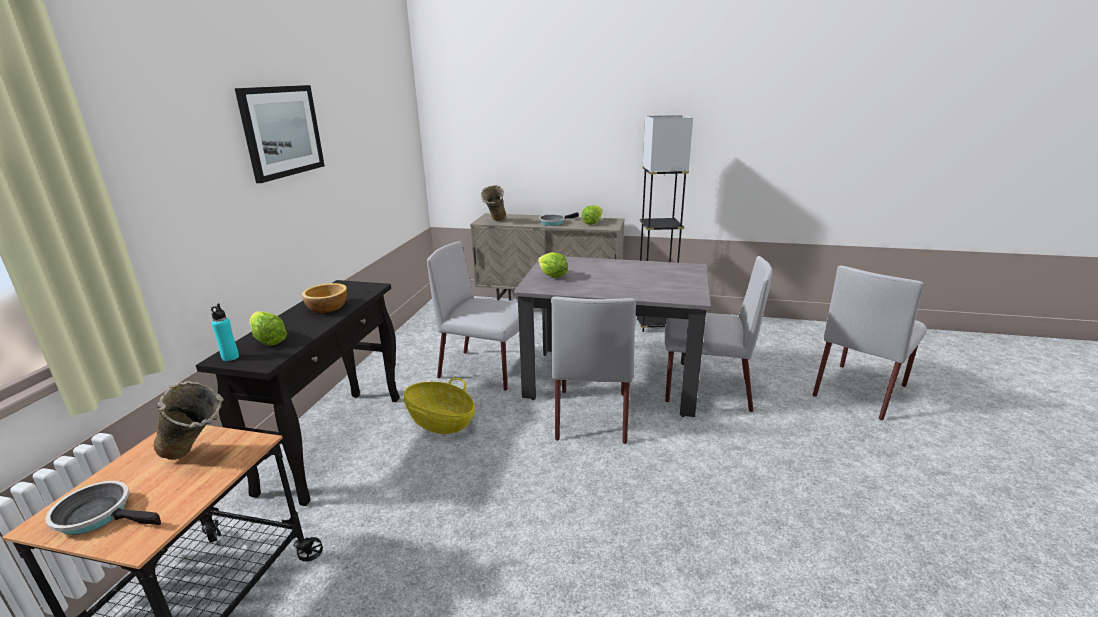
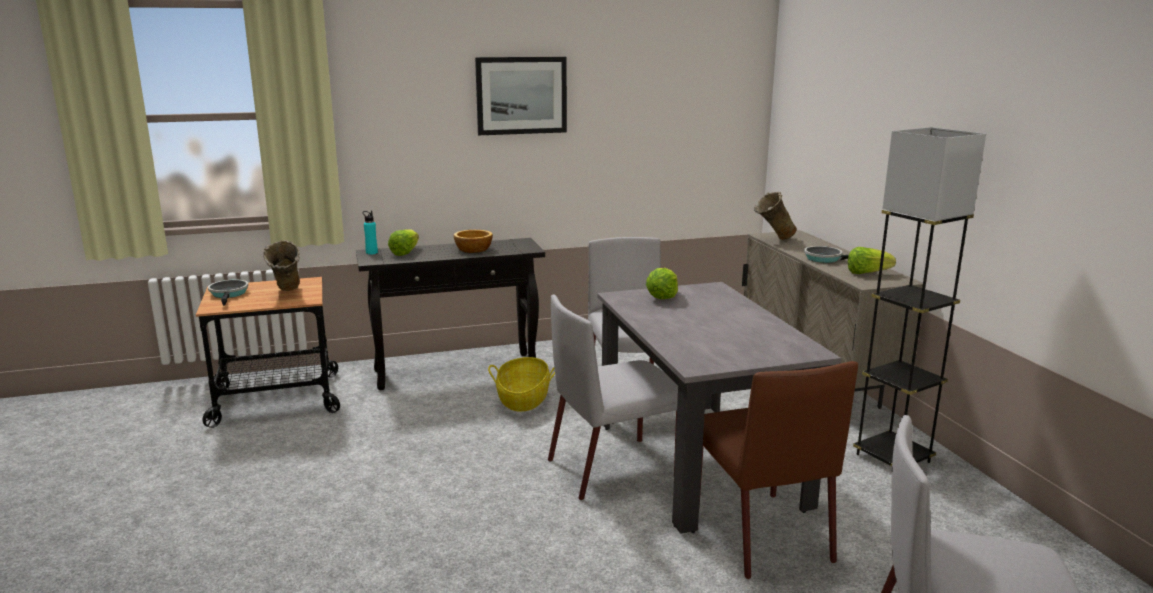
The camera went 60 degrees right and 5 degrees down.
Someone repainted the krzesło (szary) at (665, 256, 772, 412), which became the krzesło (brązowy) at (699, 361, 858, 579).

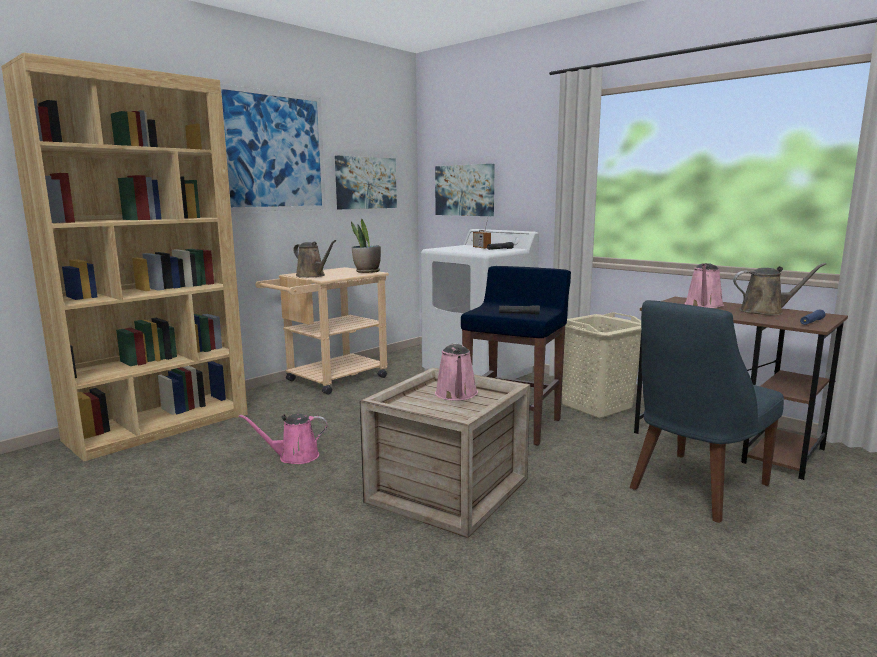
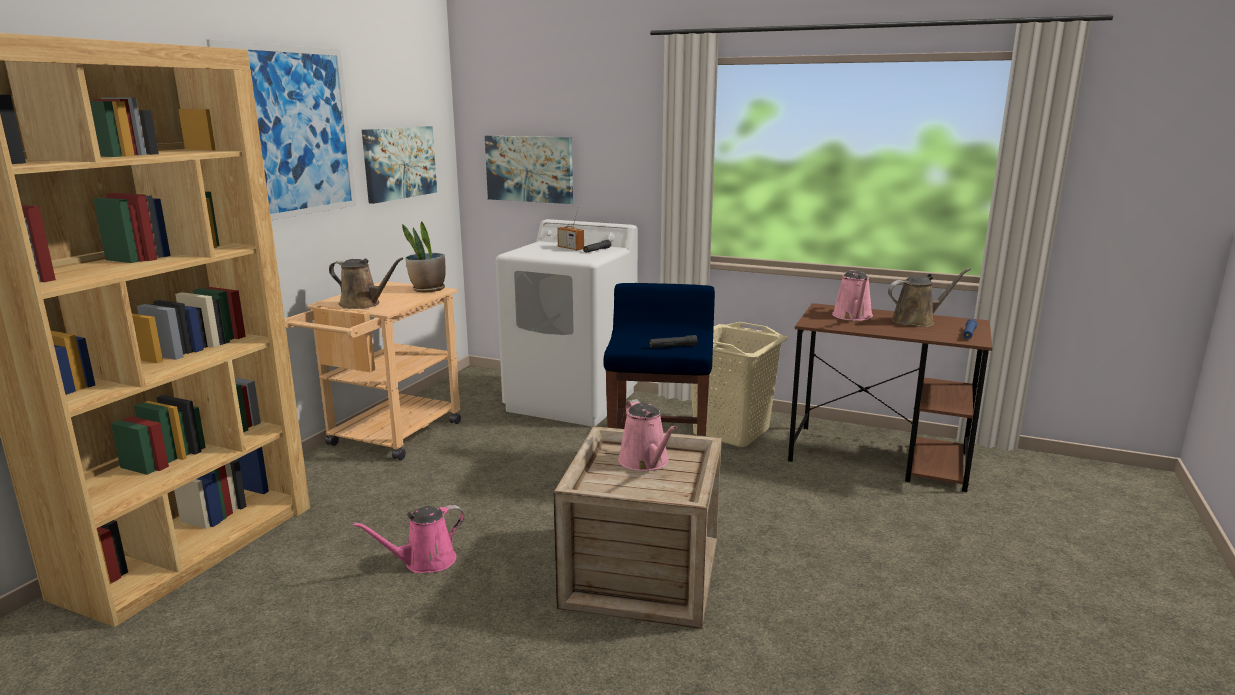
The camera went 20 degrees left and 5 degrees up.
Someone took away the krzesło (niebieski) at (630, 300, 784, 523).

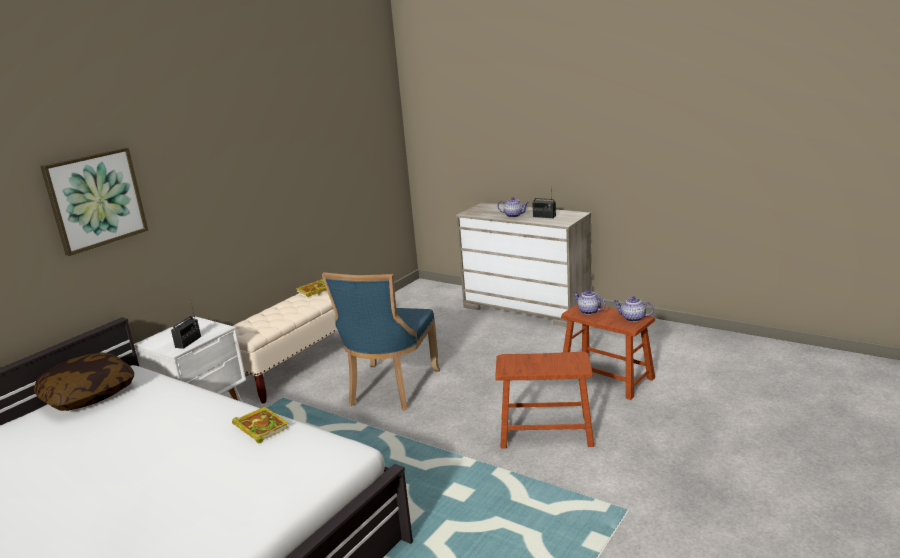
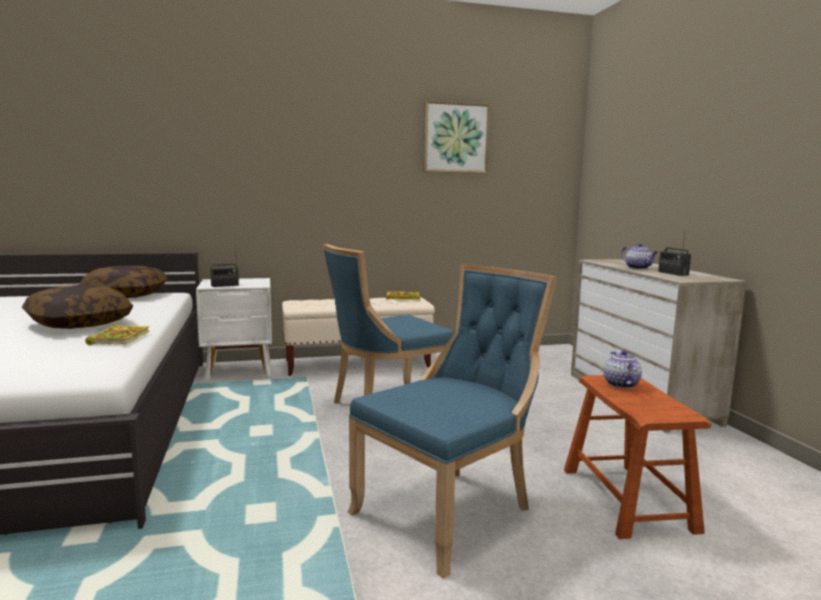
The camera went 40 degrees right and 10 degrees down.
Someone carried the obraz from (40, 147, 148, 256) to (423, 100, 491, 173).
Someone swapped the stołek (brązowy) at (495, 352, 594, 448) for the krzesło (niebieski) at (348, 264, 557, 579).
Someone took away the imbryk at (614, 297, 654, 322).
Someone put down the poduszka at (22, 284, 133, 329).

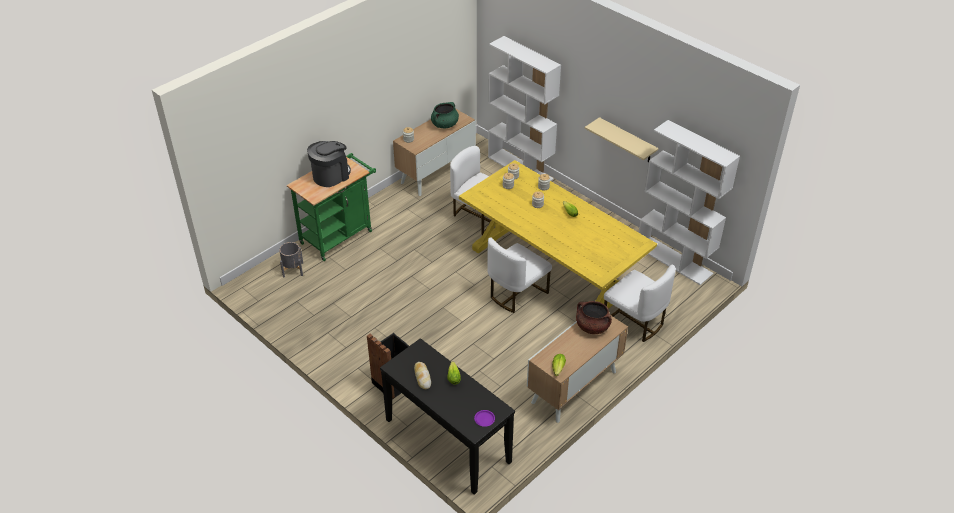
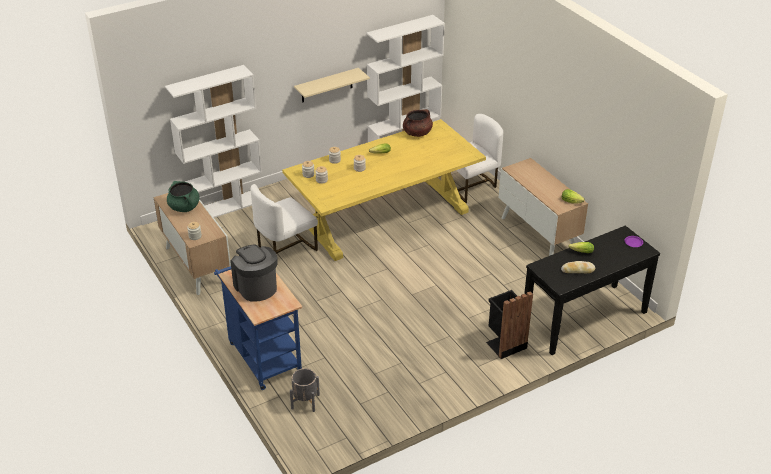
The camera went 75 degrees left and 5 degrees down.
Someone repainted the wózek (zielony) at (287, 153, 376, 261), which became the wózek (niebieski) at (214, 266, 302, 390).
Someone took away the krzesło (biały) at (487, 237, 552, 313).
Someone carried the garnek (brązowy) from (576, 301, 612, 334) to (403, 109, 433, 137).

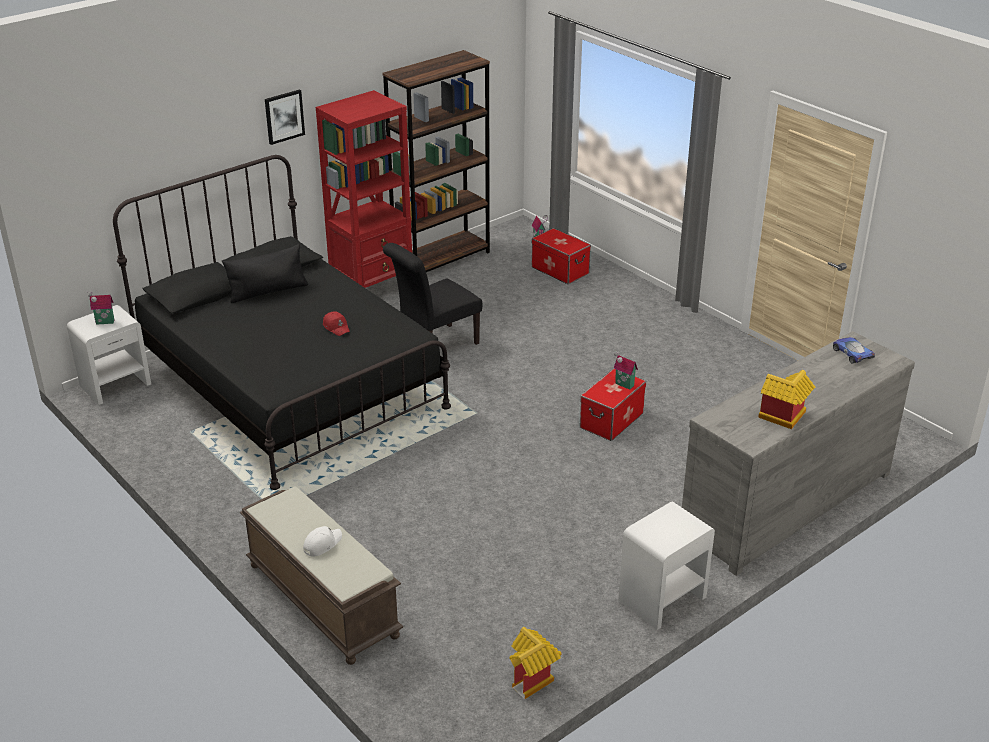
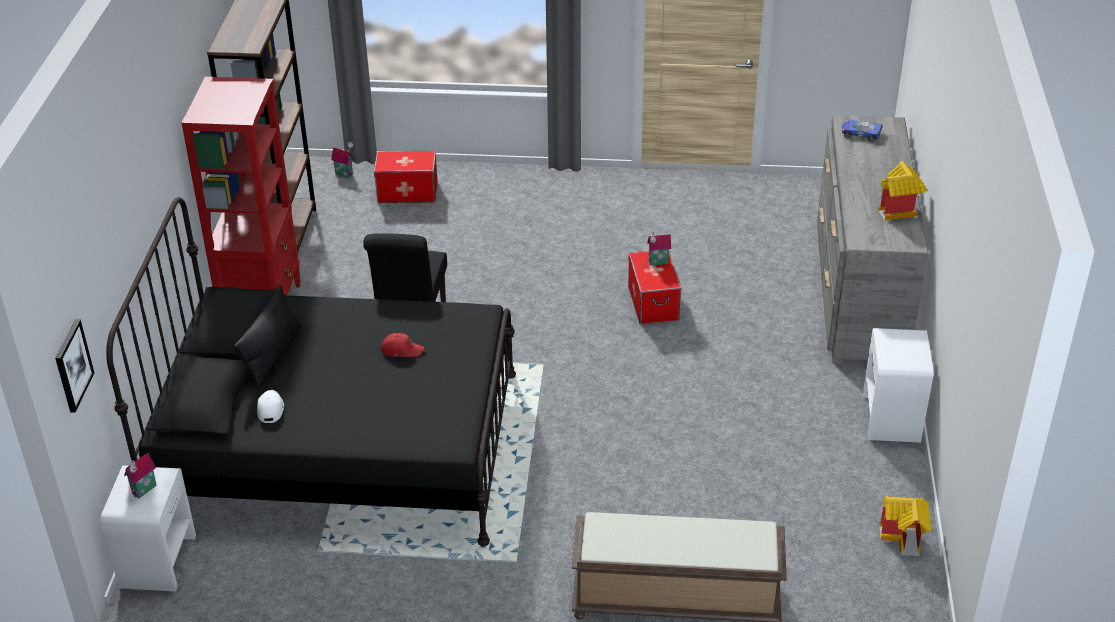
The camera went 45 degrees left and 5 degrees up.
Someone carried the obraz from (265, 90, 305, 145) to (55, 319, 94, 413).
Someone carried the czapka z daszkiem (biały) from (303, 526, 342, 556) to (257, 390, 284, 423).

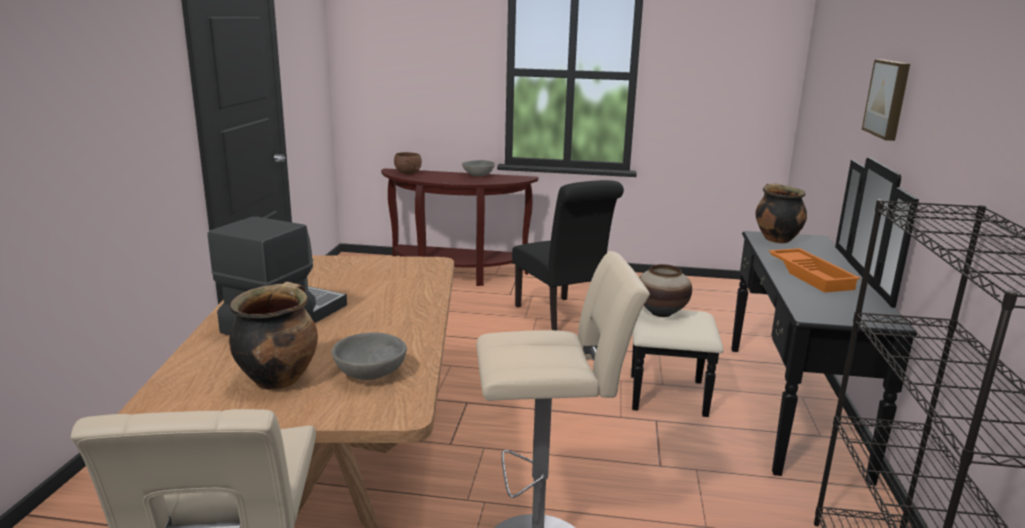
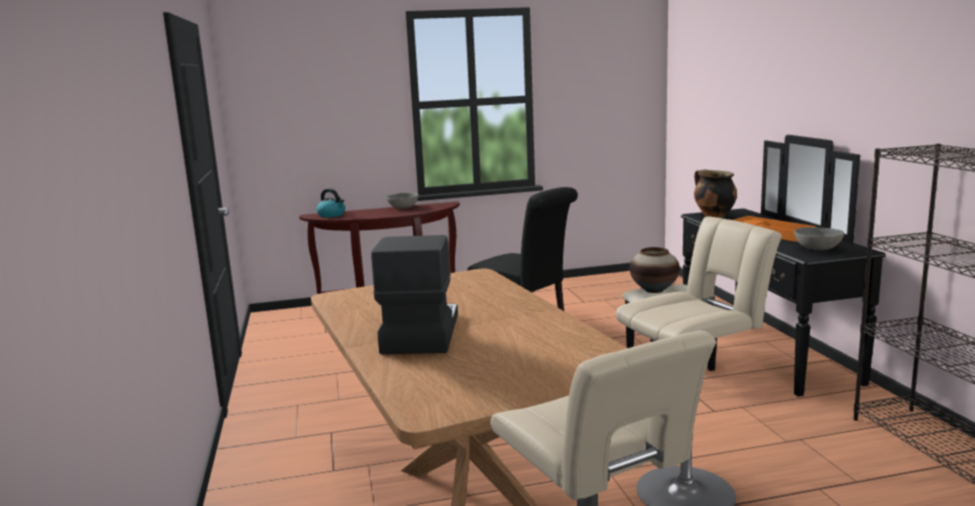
The camera went 20 degrees left and 5 degrees down.
Someone took away the garnek at (229, 282, 318, 390).
Someone carried the miska (szary) from (332, 332, 407, 380) to (794, 227, 844, 250).
Someone swapped the miska (brązowy) at (394, 152, 422, 174) for the czajnik at (316, 188, 345, 217).
Someone took away the obraz at (862, 59, 910, 141).

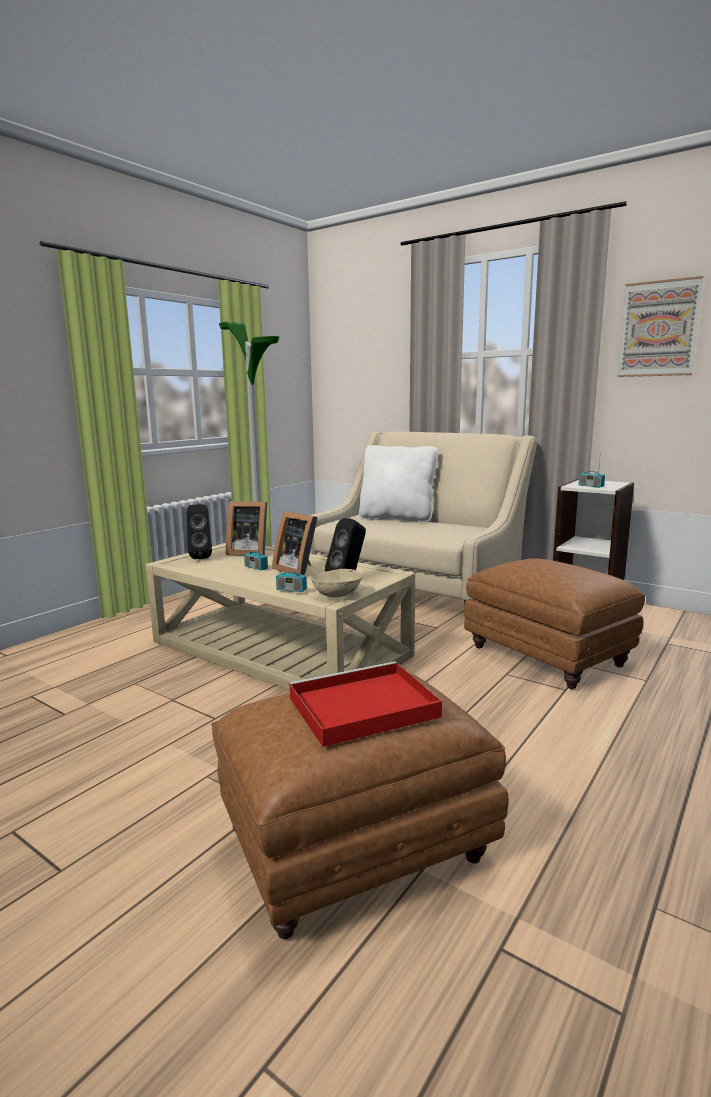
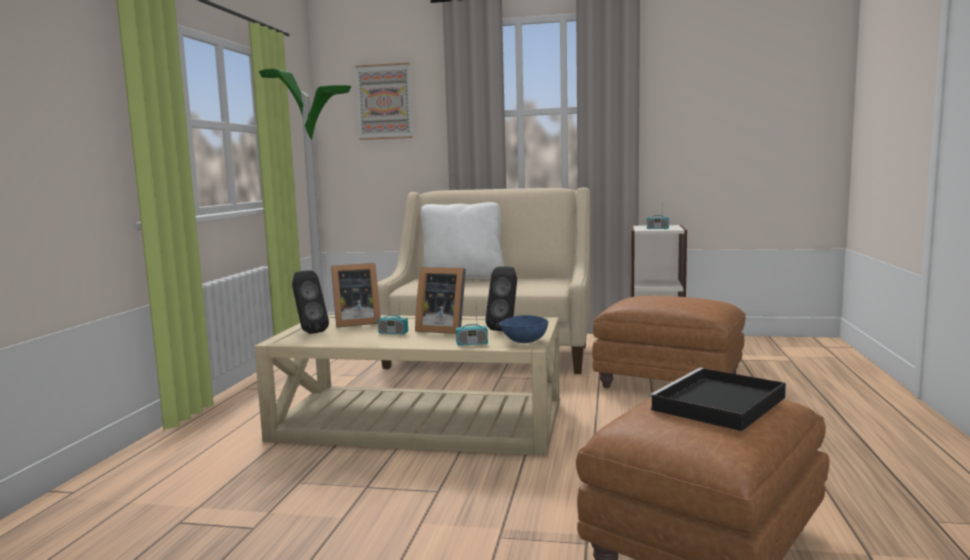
The camera went 25 degrees left and 5 degrees down.
Someone repainted the taca (czerwony) at (289, 661, 442, 747), which became the taca (czarny) at (648, 368, 786, 431).
Someone repainted the miska (beżowy) at (311, 569, 362, 597), which became the miska (niebieski) at (499, 315, 549, 343).
Someone carried the obraz from (617, 276, 703, 377) to (355, 63, 413, 140).

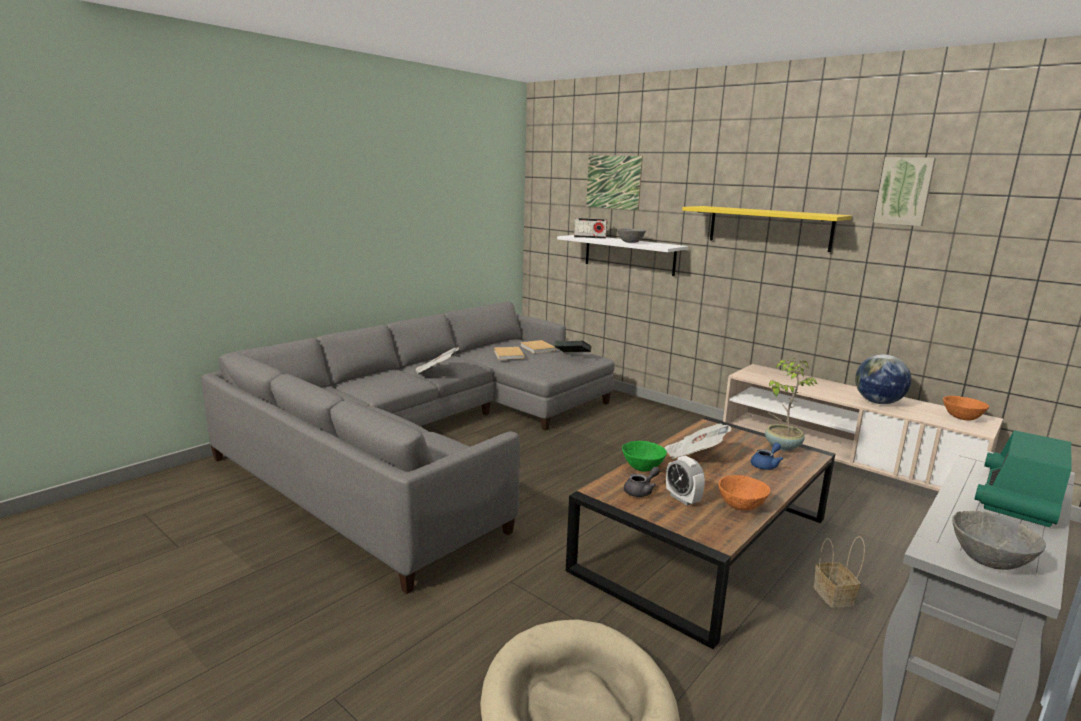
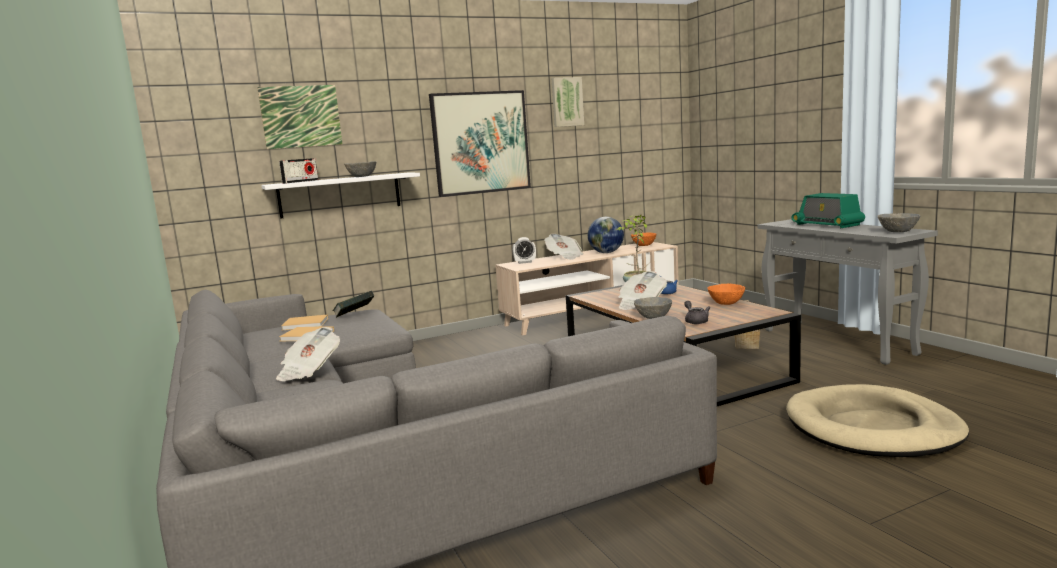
The camera went 65 degrees left and 5 degrees down.
Someone repainted the miska (zielony) at (622, 441, 667, 472), which became the miska (szary) at (634, 297, 672, 319).
Someone carried the budzik from (666, 456, 705, 506) to (513, 237, 536, 264).
Someone swapped the półka (żółty) at (682, 206, 852, 252) for the obraz at (429, 90, 531, 197).
Someone put down the gazeta at (544, 234, 584, 260).

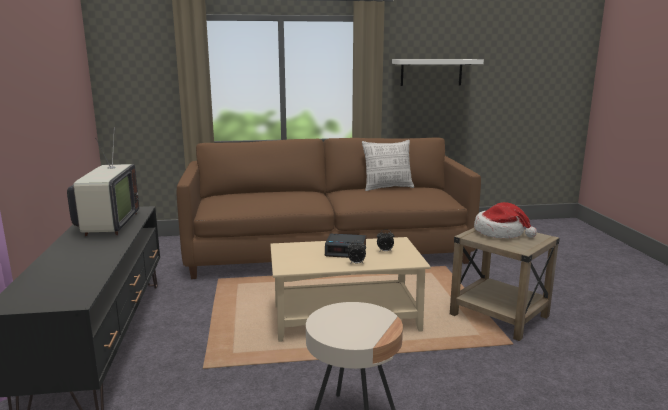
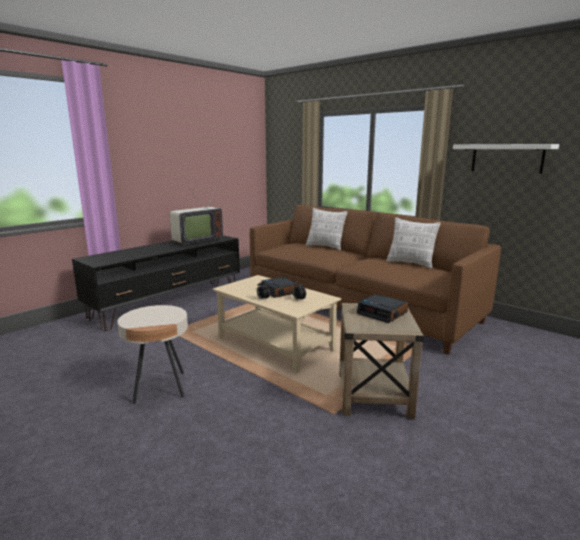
The camera went 50 degrees right and 0 degrees up.
Someone swapped the kapelusz at (474, 202, 537, 238) for the budzik at (357, 294, 408, 323).
Someone put down the poduszka at (306, 208, 348, 250).

